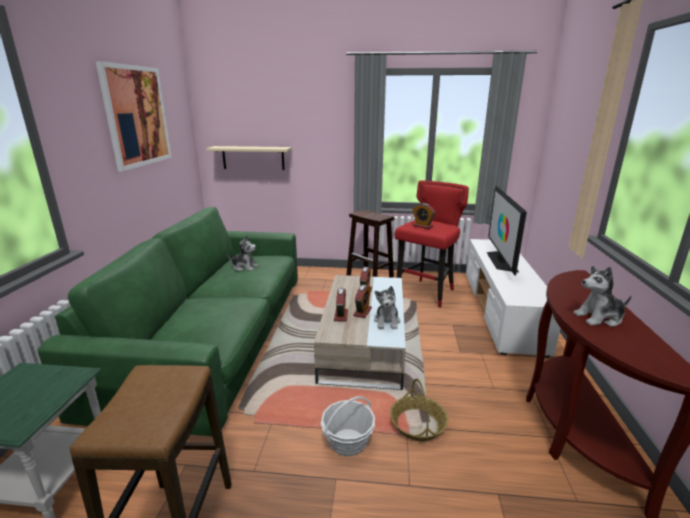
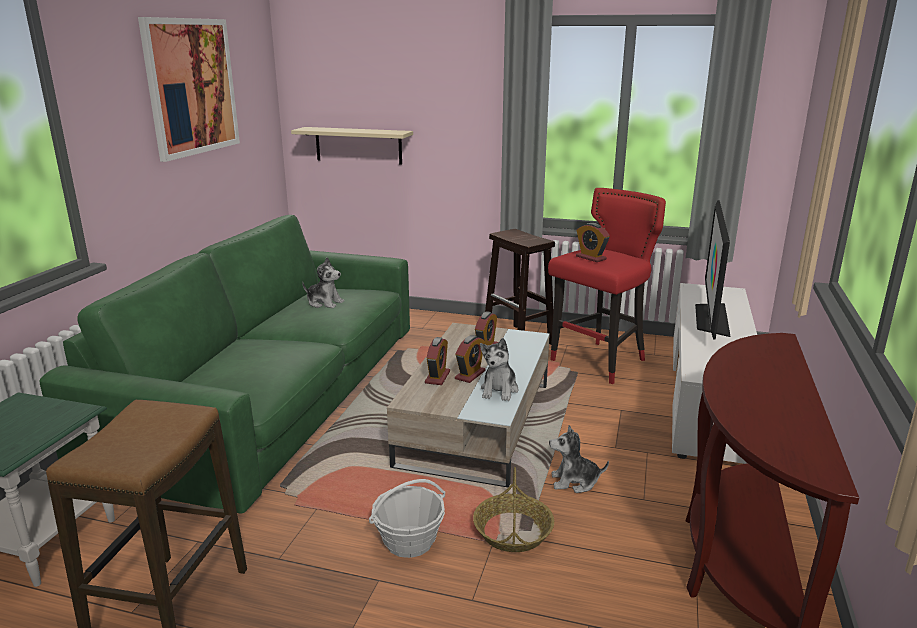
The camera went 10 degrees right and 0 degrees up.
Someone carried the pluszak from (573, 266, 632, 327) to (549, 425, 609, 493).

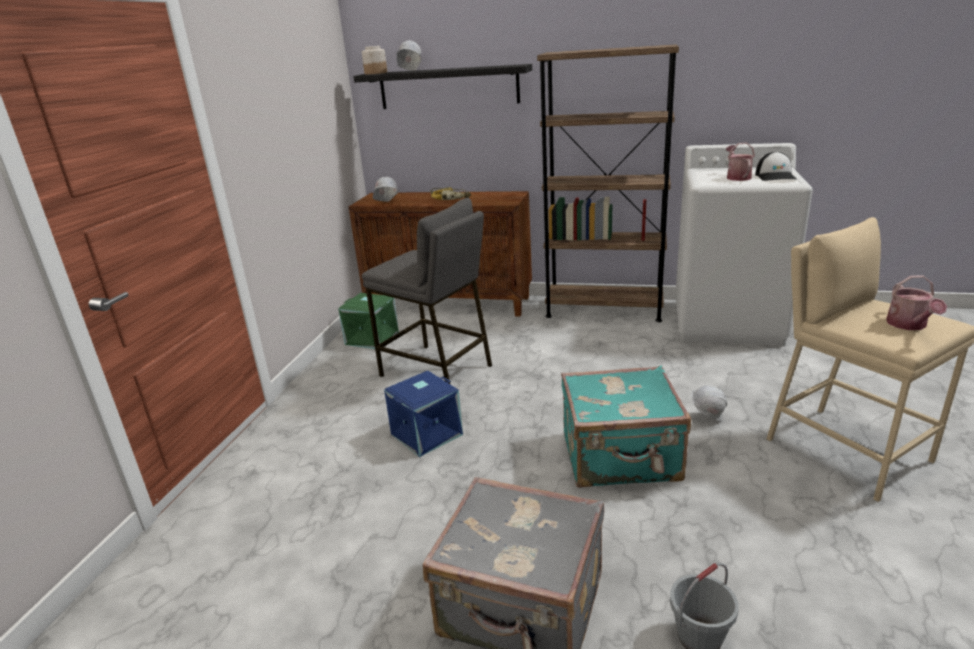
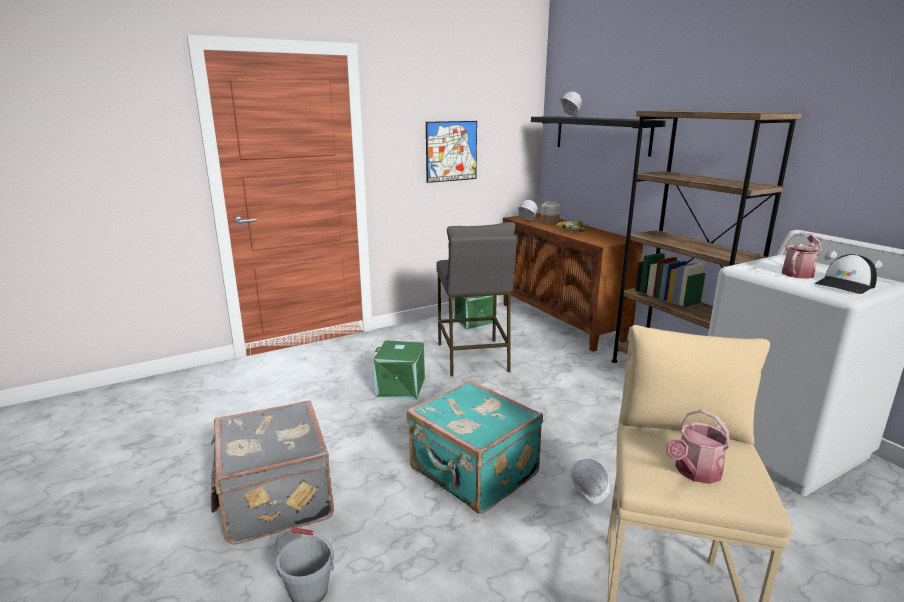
The camera went 45 degrees right and 5 degrees down.
Someone carried the słoik from (362, 46, 387, 74) to (541, 201, 560, 224).
Someone repainted the pojemnik do przechowywania (niebieski) at (384, 371, 463, 457), which became the pojemnik do przechowywania (zielony) at (374, 340, 425, 400).
Someone put up the obraz at (426, 121, 477, 183).

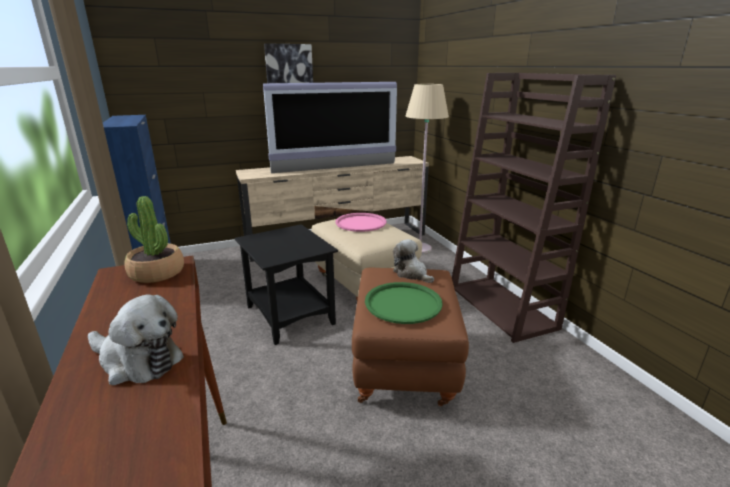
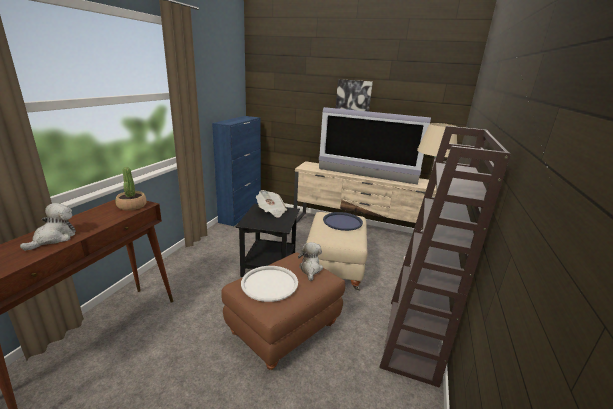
The camera went 40 degrees right and 0 degrees up.
Someone rotated the pluszak at (88, 295, 184, 385) by 135 degrees counterclockwise.
Someone repainted the taca (różowy) at (336, 213, 387, 232), which became the taca (niebieski) at (323, 212, 363, 231).
Someone repainted the taca (zielony) at (365, 282, 443, 324), which became the taca (biały) at (241, 266, 298, 302).
Someone put down the gazeta at (256, 190, 287, 218).

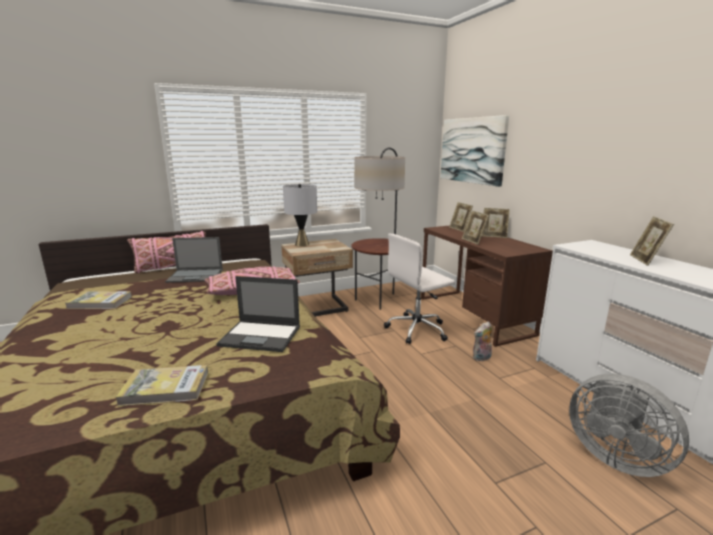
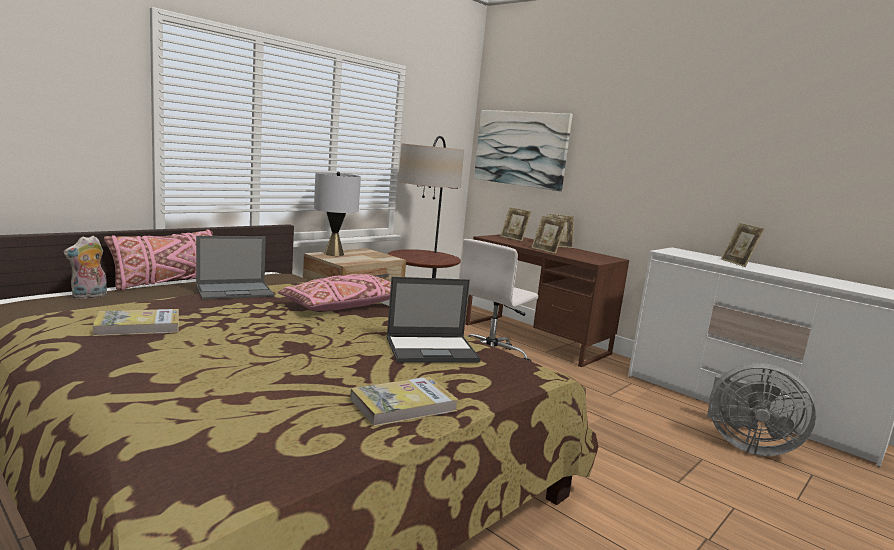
The camera went 25 degrees left and 5 degrees down.
Someone carried the pluszak from (473, 322, 492, 361) to (63, 236, 107, 299).

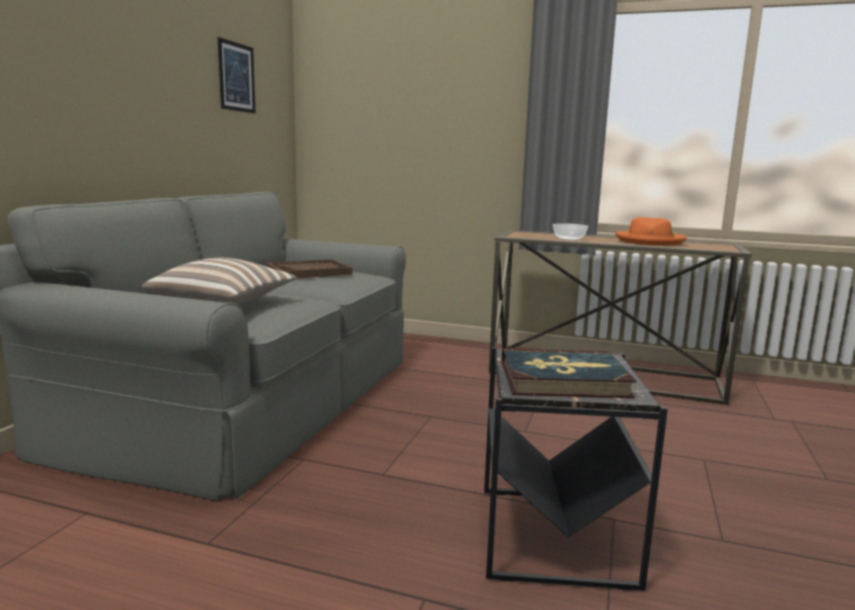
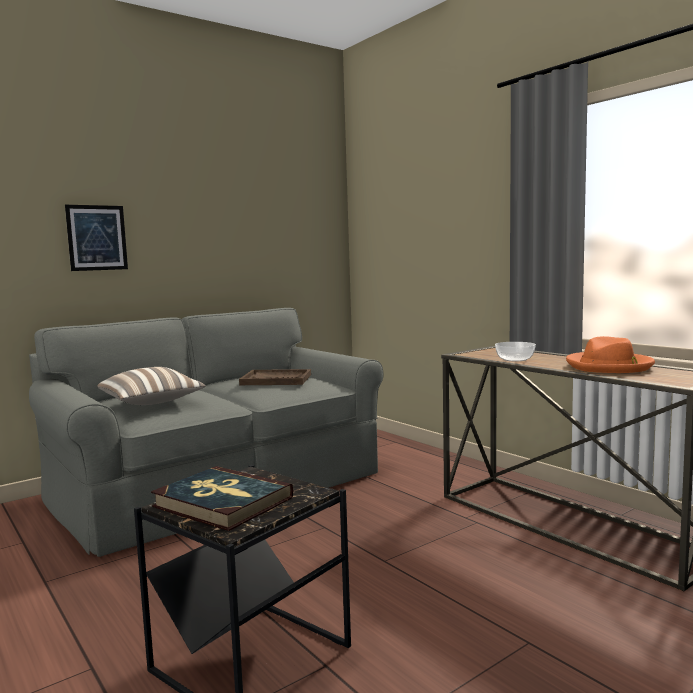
The camera went 35 degrees right and 5 degrees down.
Someone carried the obraz from (218, 37, 255, 113) to (65, 205, 128, 271).

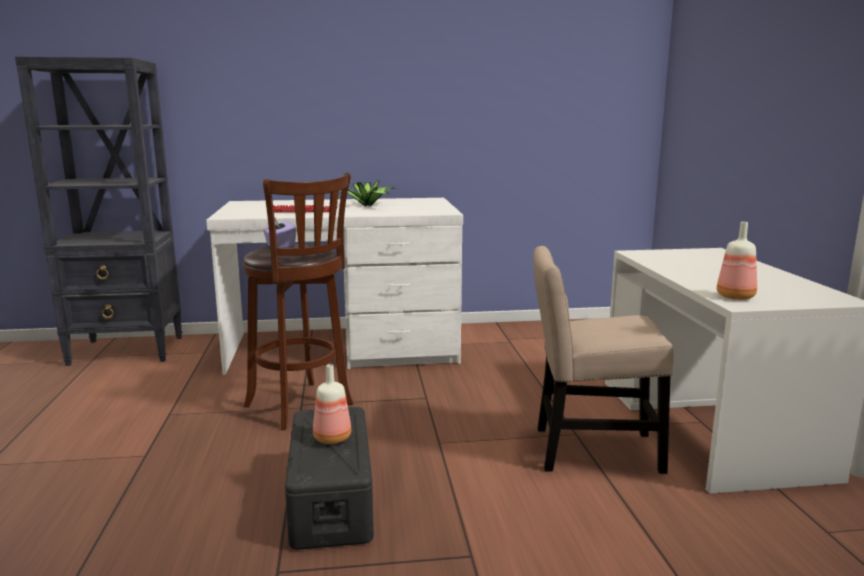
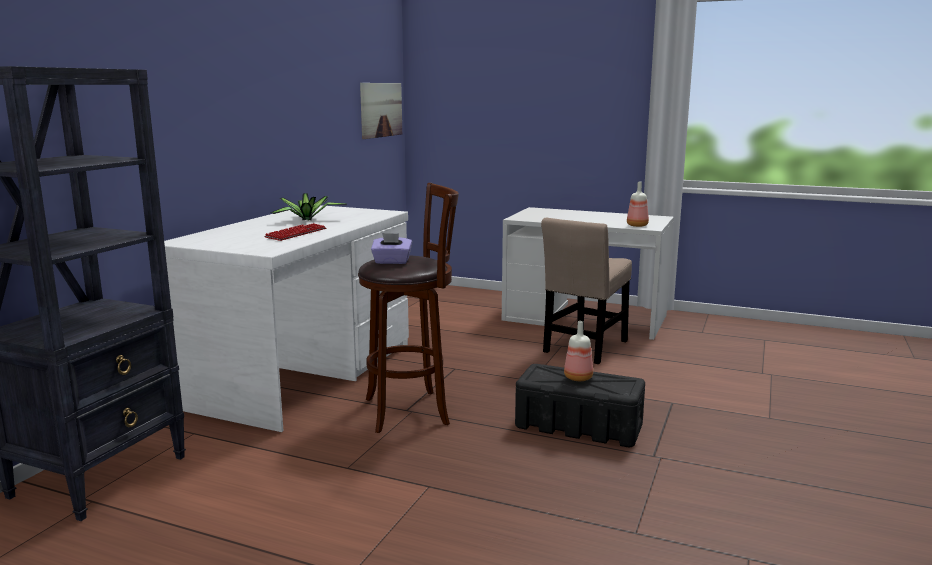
The camera went 60 degrees left and 0 degrees up.
Someone put up the obraz at (360, 83, 402, 139).

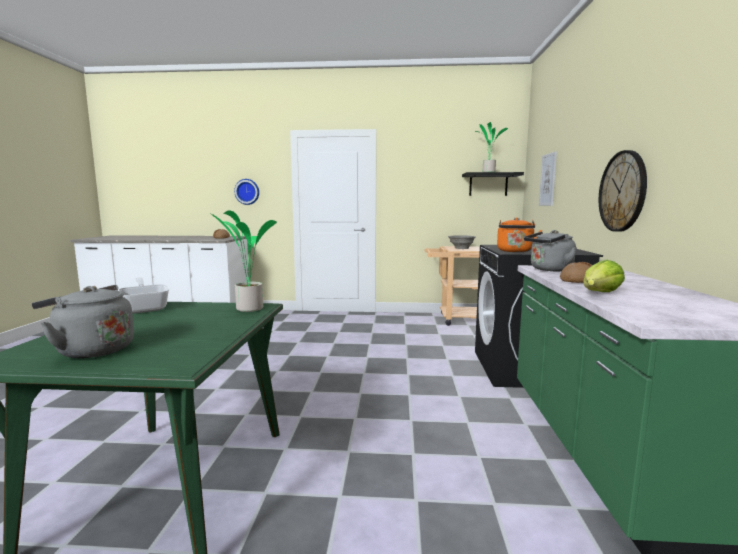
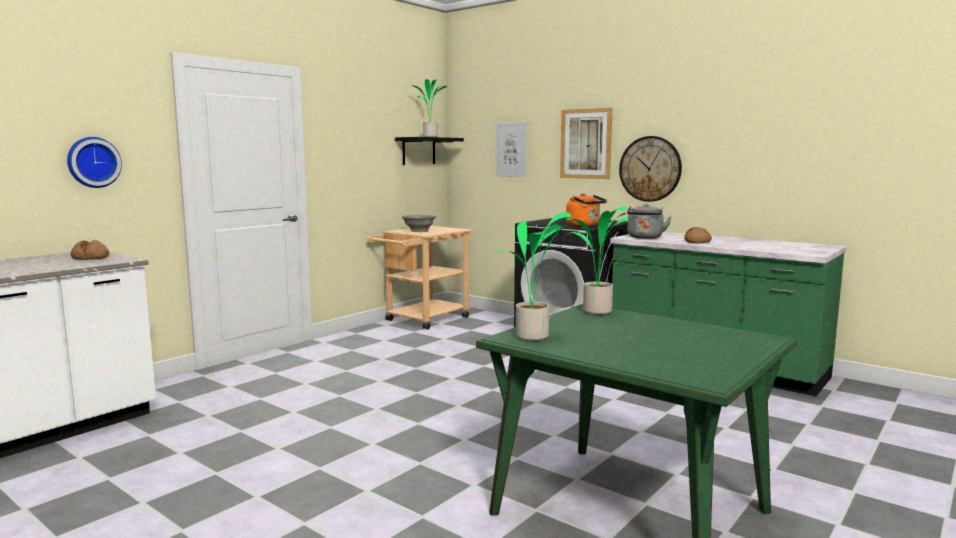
The camera went 55 degrees left and 0 degrees up.
Someone took away the czajnik (szary) at (32, 285, 134, 358).
Someone swapped the patelnia at (118, 277, 169, 314) for the roślina doniczkowa at (496, 212, 575, 341).
Someone took away the sałata at (583, 260, 625, 292).
Someone put up the obraz at (560, 108, 612, 179).

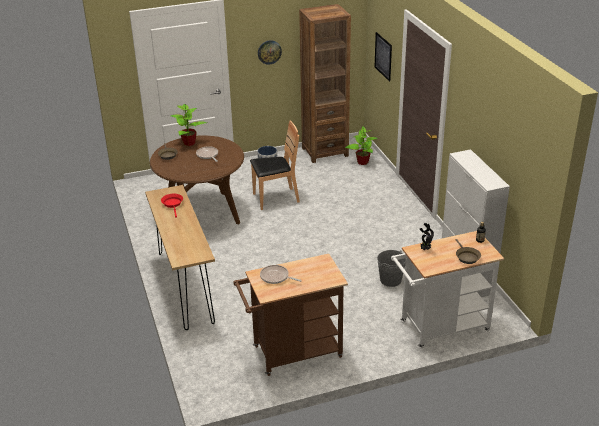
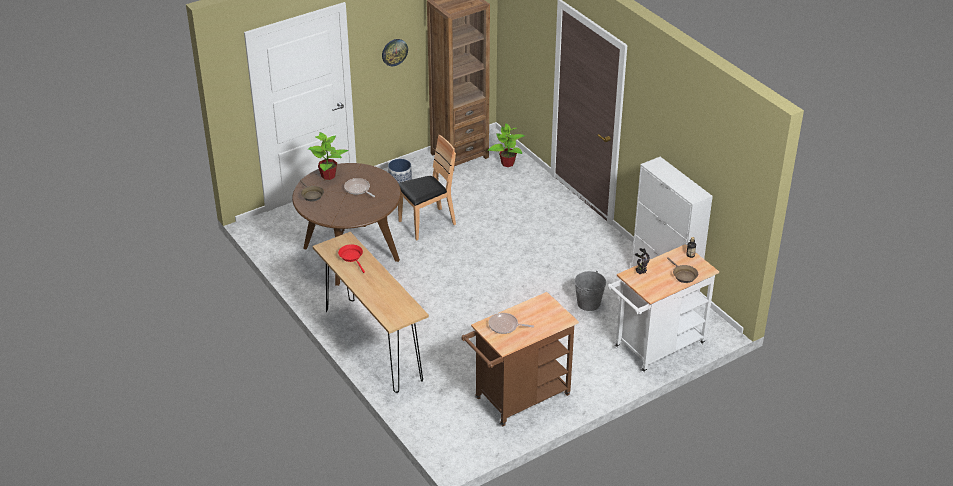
The camera went 15 degrees left and 5 degrees up.
Someone took away the obraz at (375, 32, 392, 82).

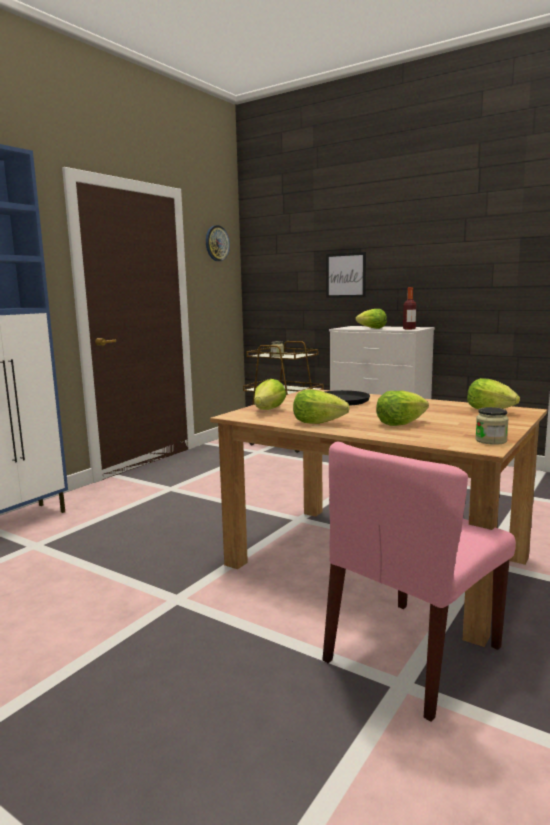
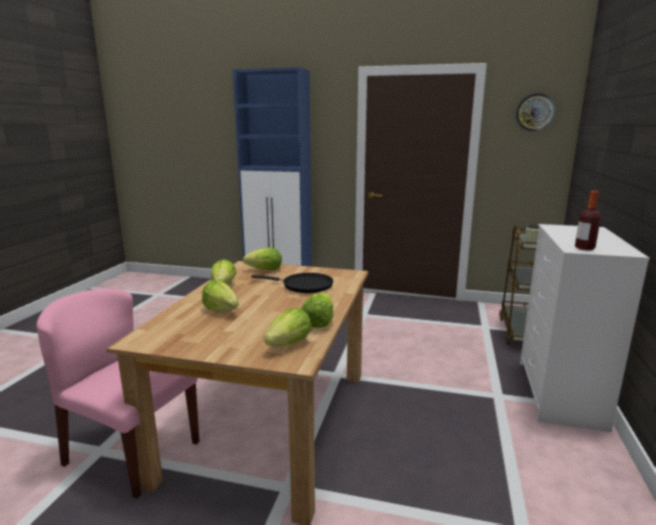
The camera went 70 degrees right and 5 degrees up.
Someone took away the obraz at (326, 252, 366, 298).
Someone carried the sałata from (355, 309, 387, 329) to (301, 292, 334, 328).
Someone took away the słoik at (475, 407, 509, 445).

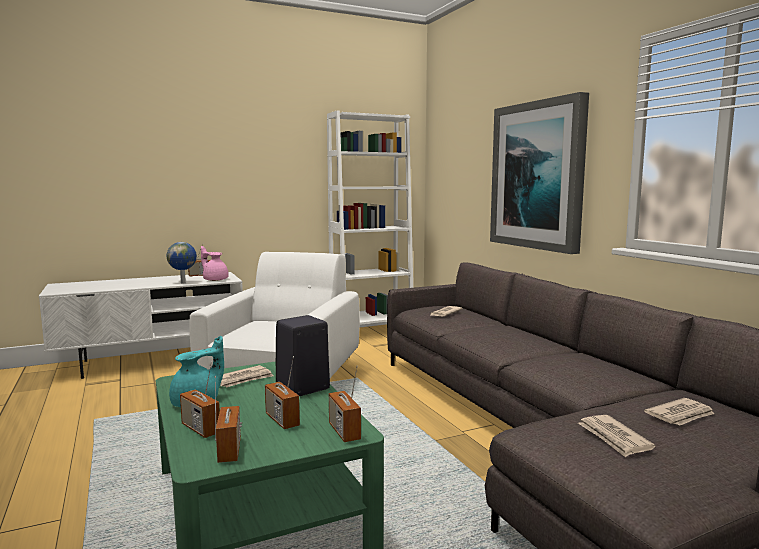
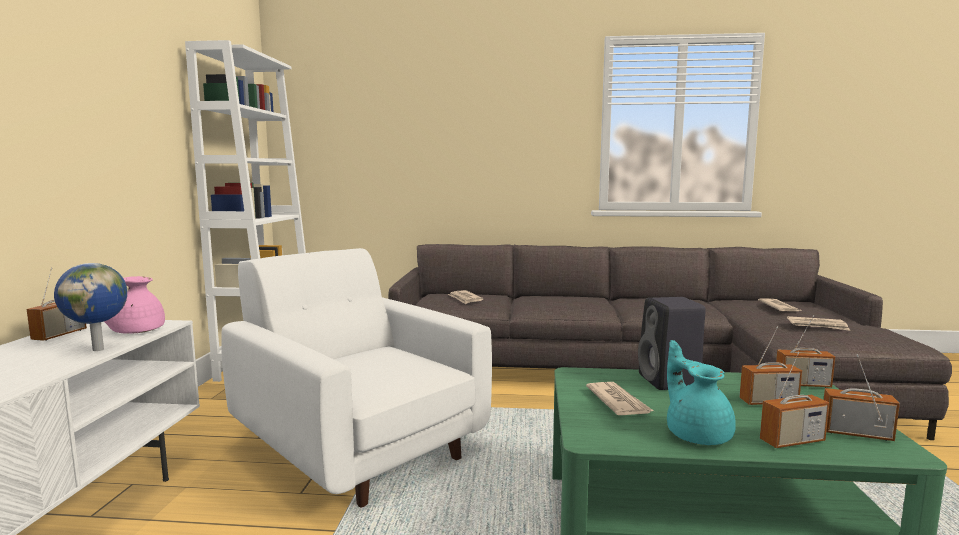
The camera went 60 degrees left and 0 degrees up.
Someone took away the obraz at (490, 92, 589, 254).

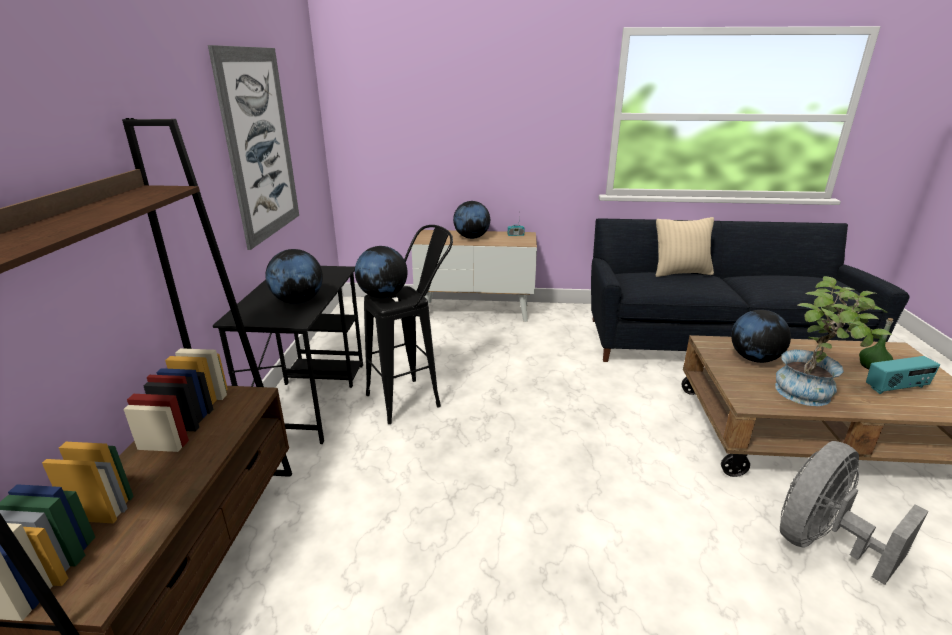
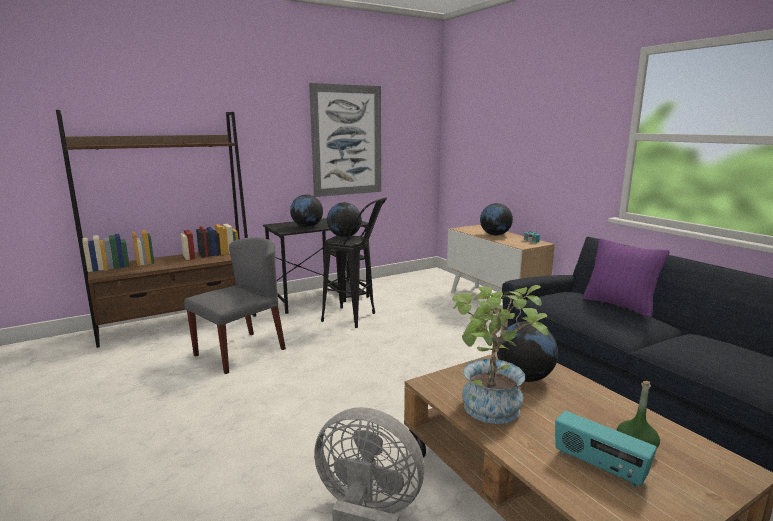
The camera went 55 degrees right and 10 degrees down.
Someone repainted the poduszka (beżowy) at (656, 217, 714, 277), which became the poduszka (fioletowy) at (583, 238, 670, 318).
Someone put down the krzesło (szary) at (184, 237, 286, 374).

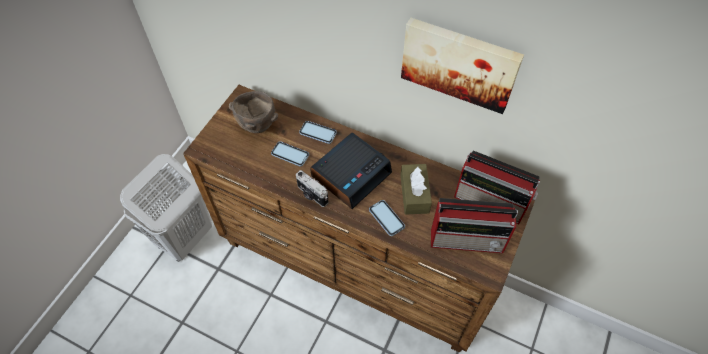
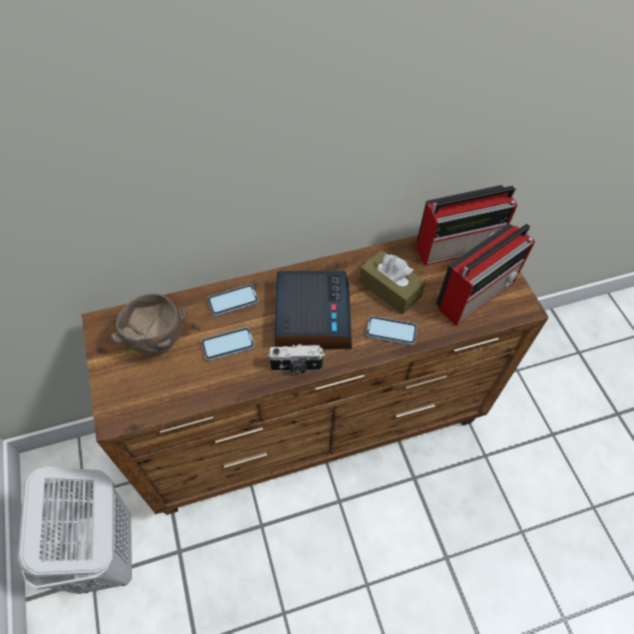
The camera went 45 degrees left and 0 degrees up.
Someone took away the obraz at (401, 18, 524, 114).

